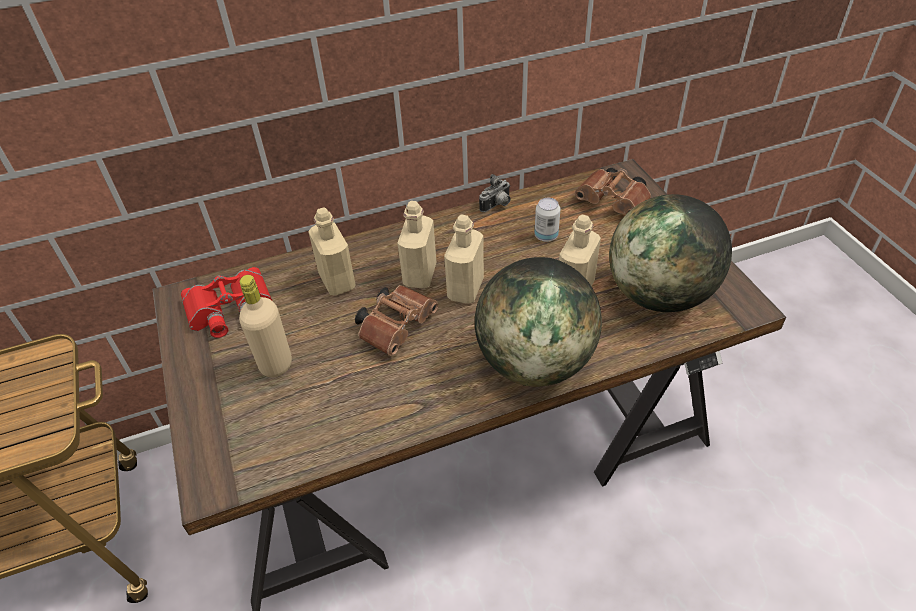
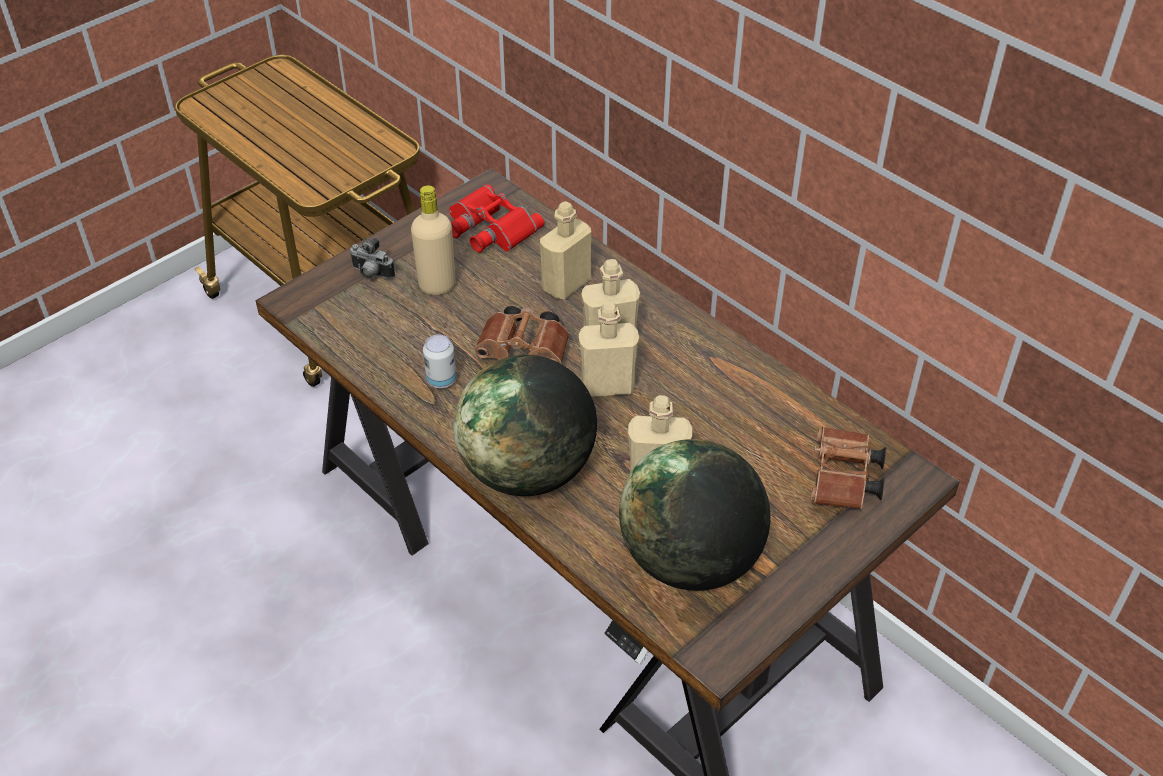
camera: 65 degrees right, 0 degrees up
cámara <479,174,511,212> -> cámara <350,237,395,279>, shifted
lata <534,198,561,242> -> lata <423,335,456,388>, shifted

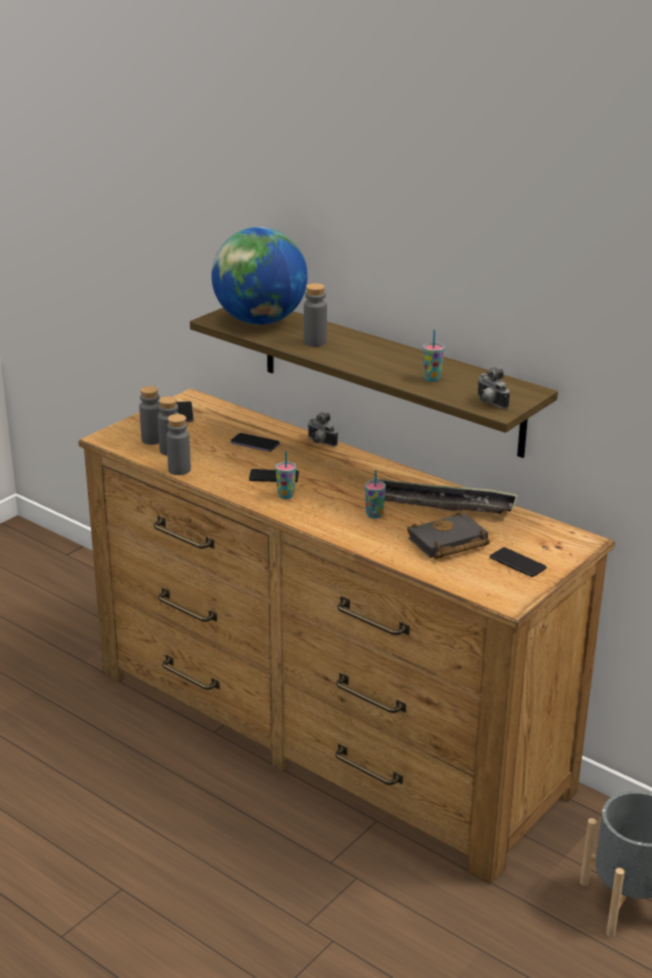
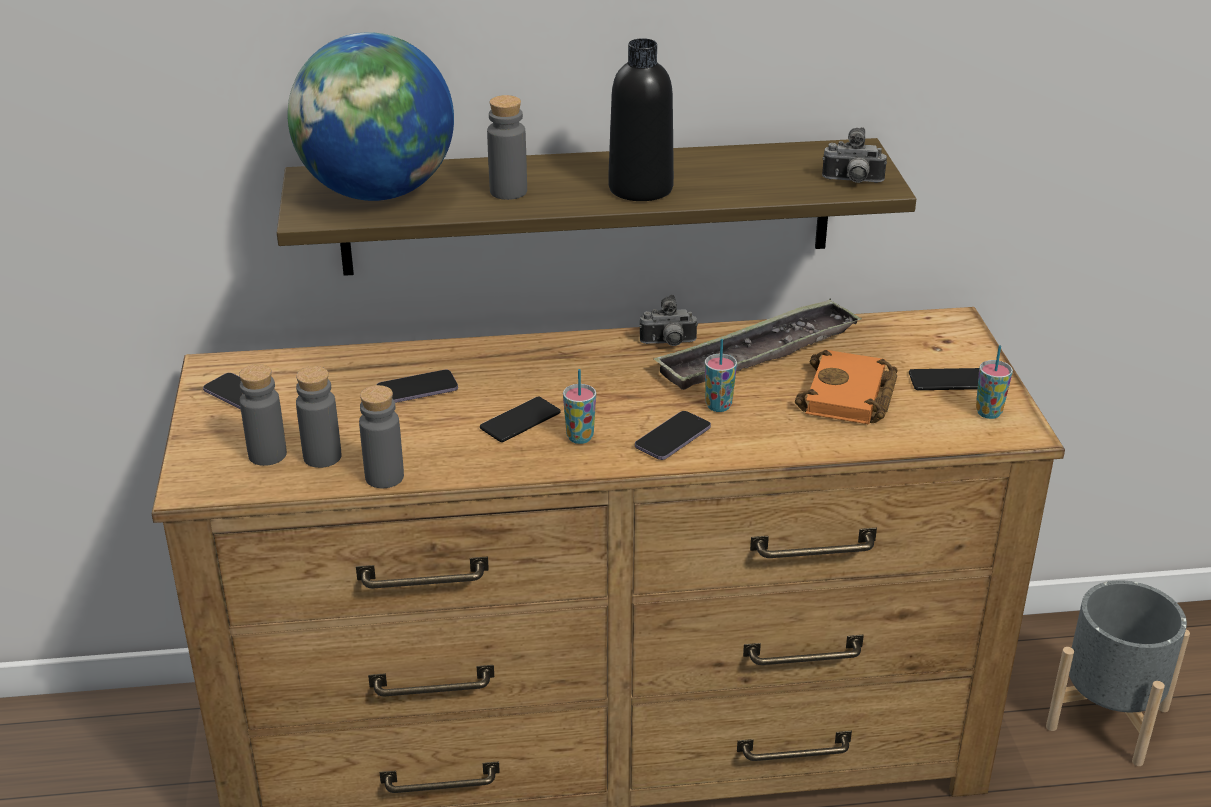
camera: 45 degrees left, 5 degrees up
cámara <307,412,338,447> -> cámara <639,295,698,346>, shifted
libro (negro) <407,512,490,559> -> libro (naranja) <795,350,898,424>
taza <423,330,444,382> -> taza <976,345,1013,419>, shifted
none -> botella (negro) <608,38,674,201>
none -> móvil <635,411,711,460>

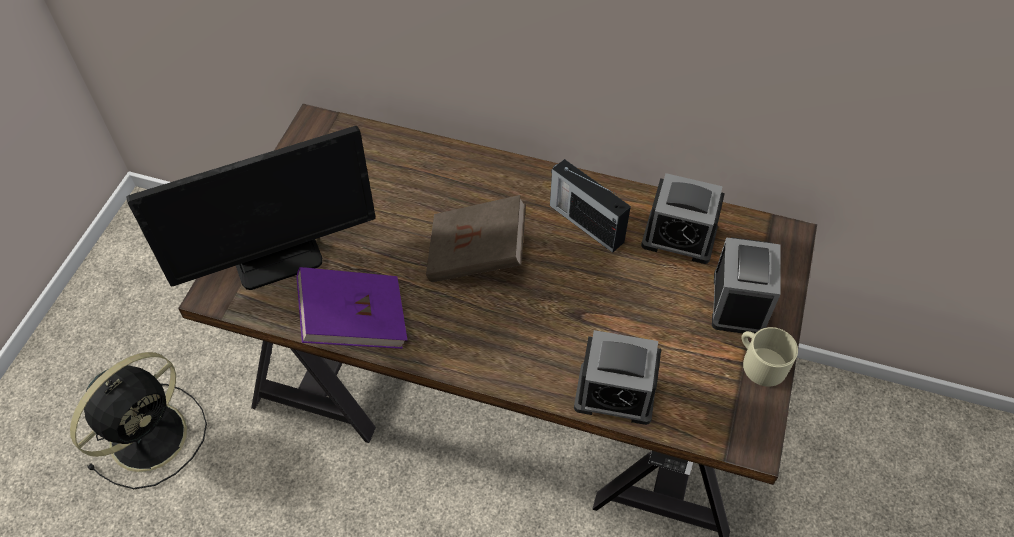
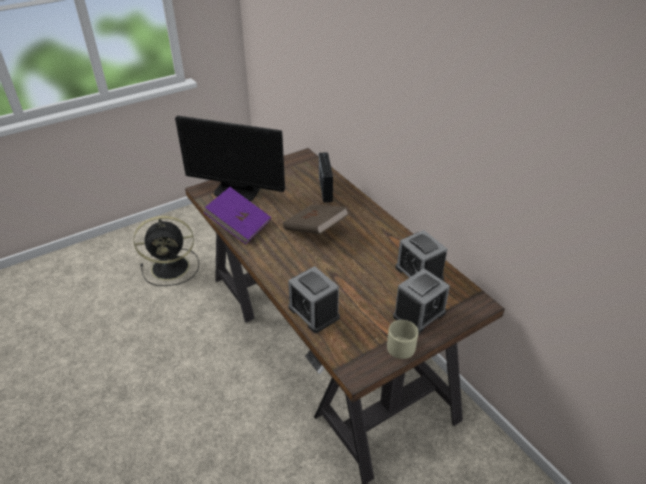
camera: 40 degrees right, 15 degrees down
radio <550,159,631,253> -> radio <319,152,333,203>, shifted

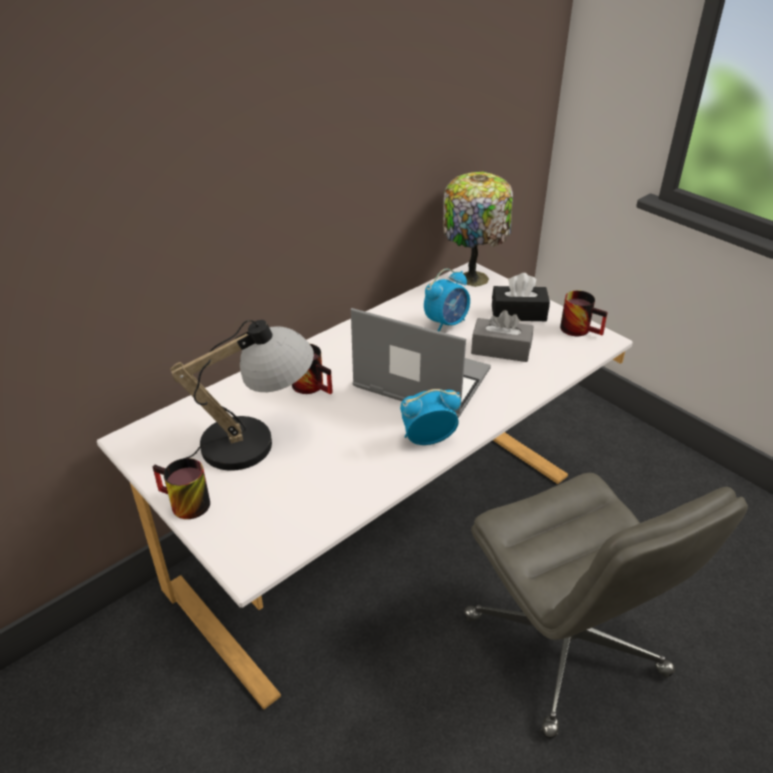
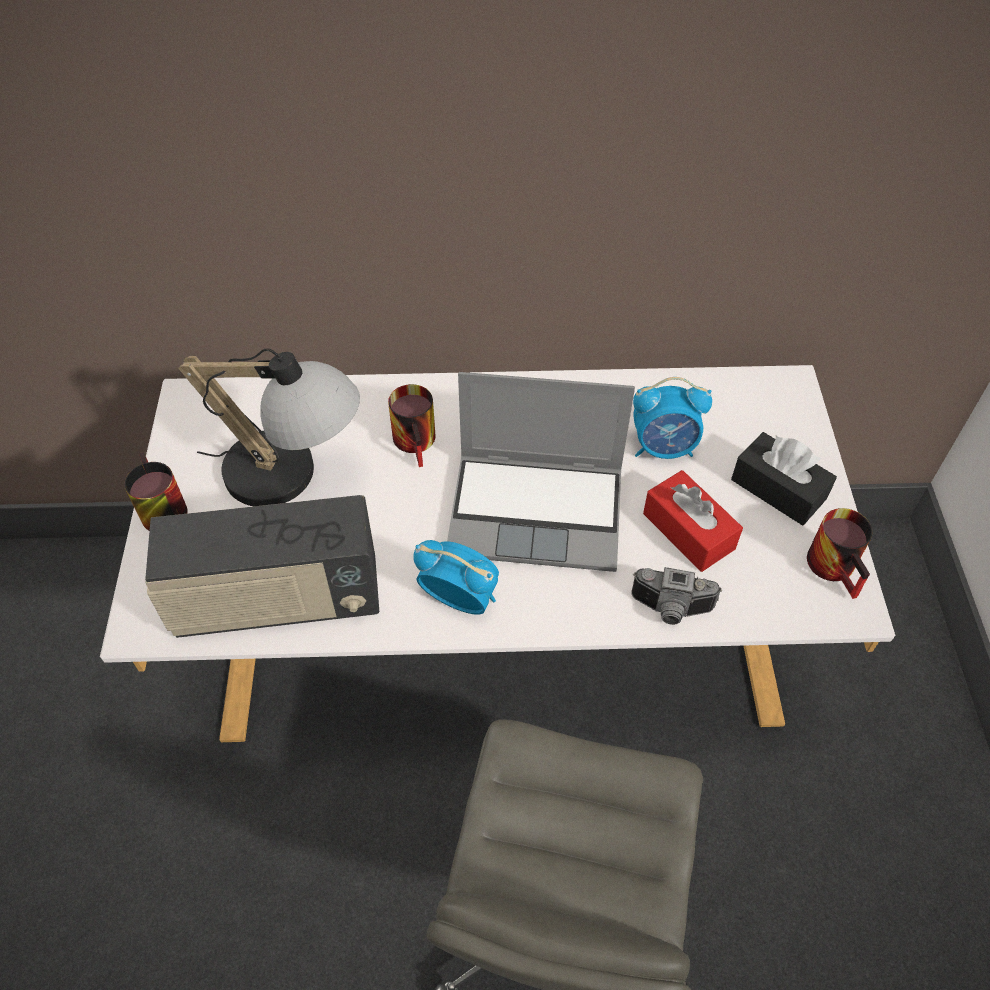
camera: 40 degrees right, 15 degrees up
portátil <351,308,491,418> -> portátil <447,372,635,572>, 120 degrees clockwise
lámpara de mesa <443,172,513,287> -> none
caja de pañuelos (gris) <471,310,533,362> -> caja de pañuelos (rojo) <643,470,743,572>
none -> radio <145,495,379,638>
none -> cámara <631,567,722,625>

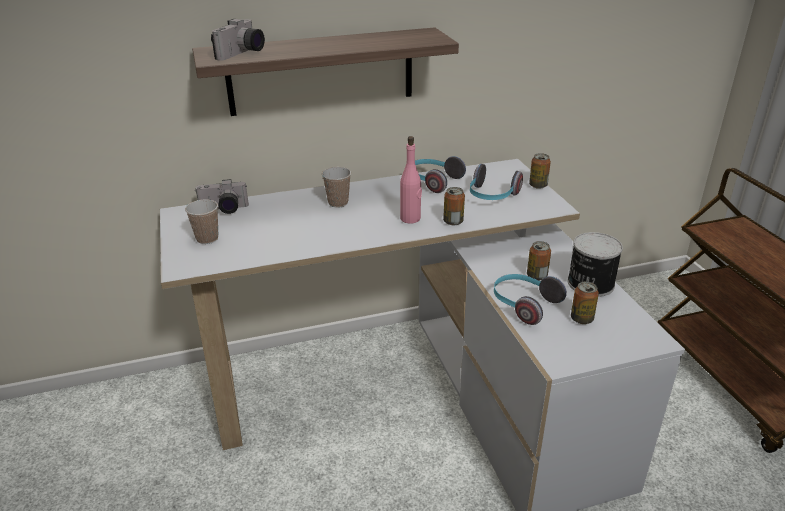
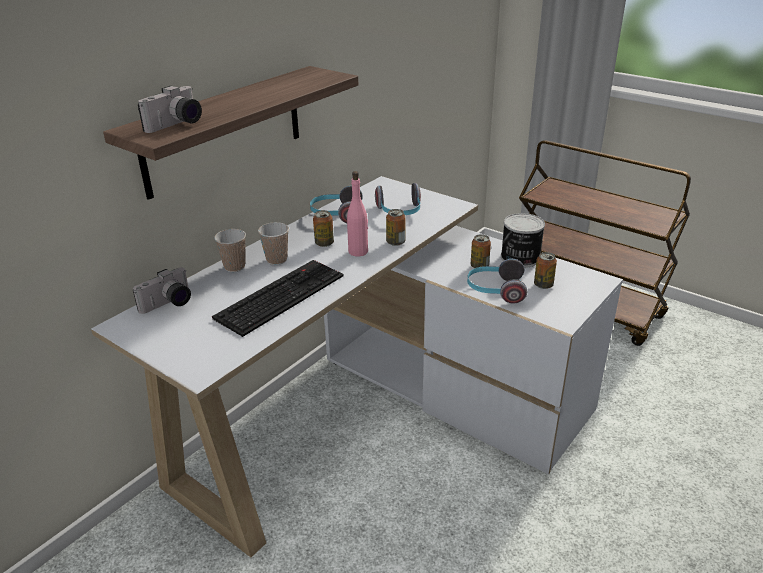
camera: 35 degrees left, 0 degrees up
taza <185,199,218,244> -> taza <214,229,246,272>, shifted
cámara <211,19,265,61> -> cámara <138,86,202,133>, 45 degrees clockwise
lata <529,153,551,189> -> lata <313,210,334,247>, shifted
none -> teclado <212,260,343,337>

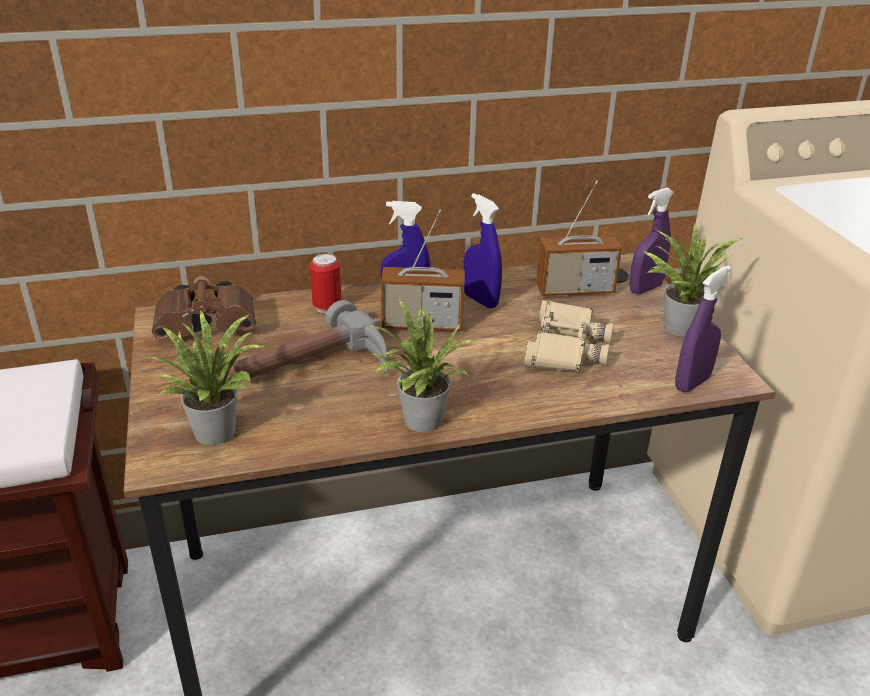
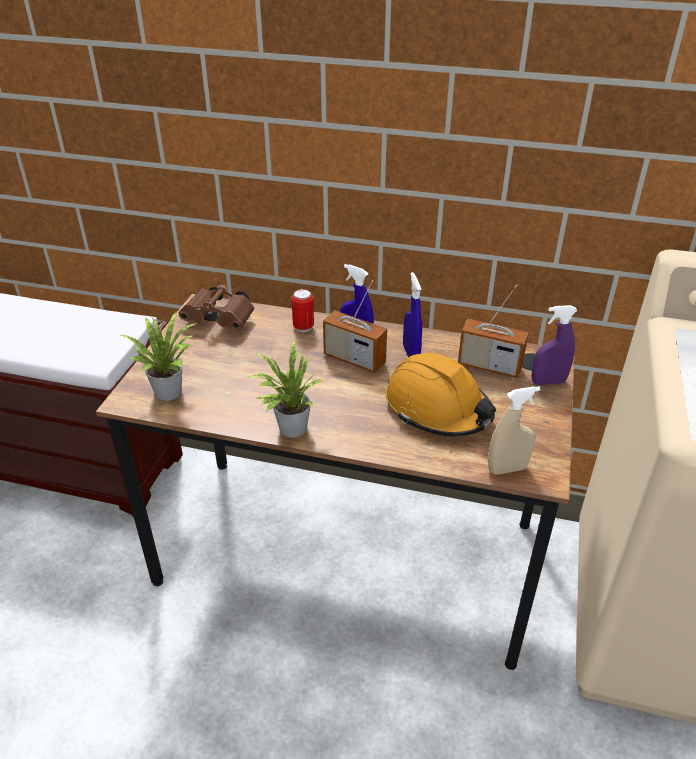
camera: 30 degrees right, 5 degrees up
martillo <233,300,388,381> -> none
prismáticos (beis) <524,300,614,372> -> casco (naranja) <386,353,496,436>
planta en maceta <644,224,744,336> -> none
pulverizador (morado) <675,265,731,392> -> pulverizador (beis) <488,386,541,475>

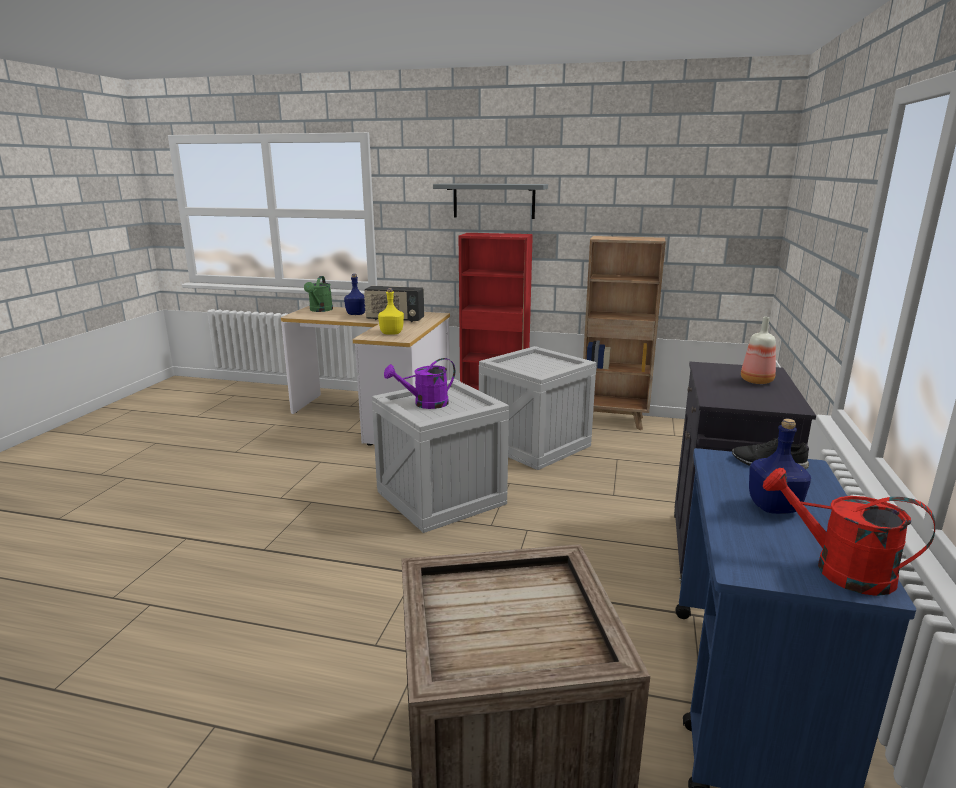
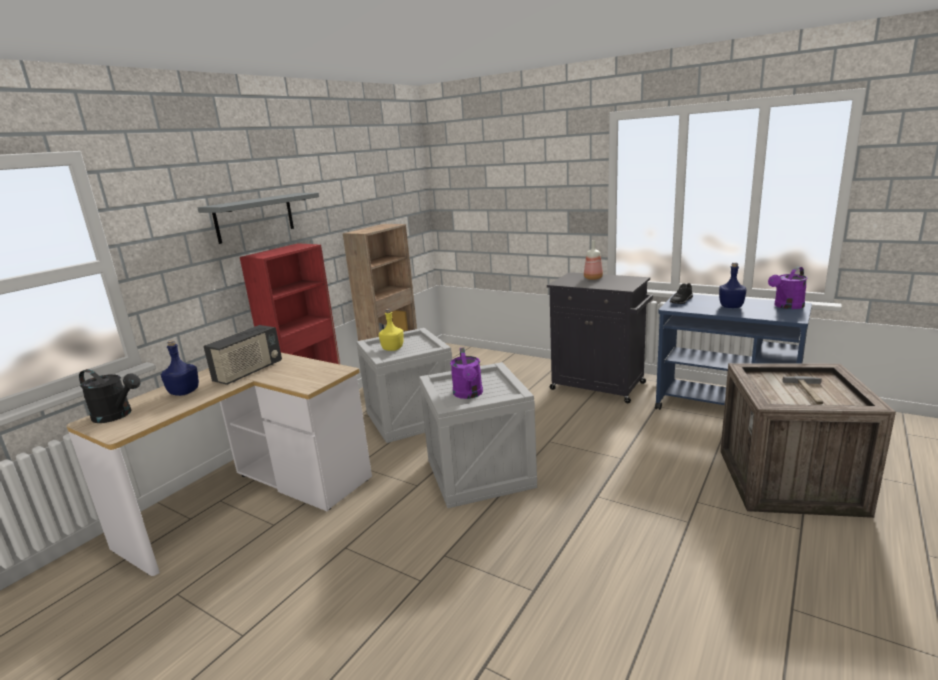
camera: 70 degrees left, 0 degrees up
regadera (verde) <304,276,333,312> -> regadera (negro) <79,369,141,423>
botella (amarillo) <378,288,404,335> -> botella (amarillo) <379,309,403,351>, shifted
regadera (rojo) <763,468,935,596> -> regadera (morado) <768,267,808,309>
none -> martillo <783,376,823,404>

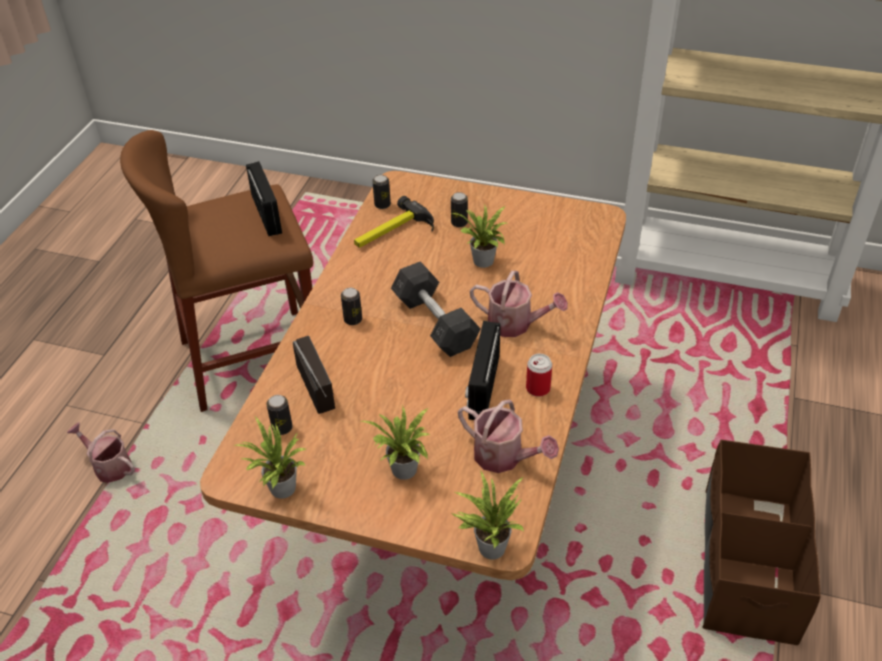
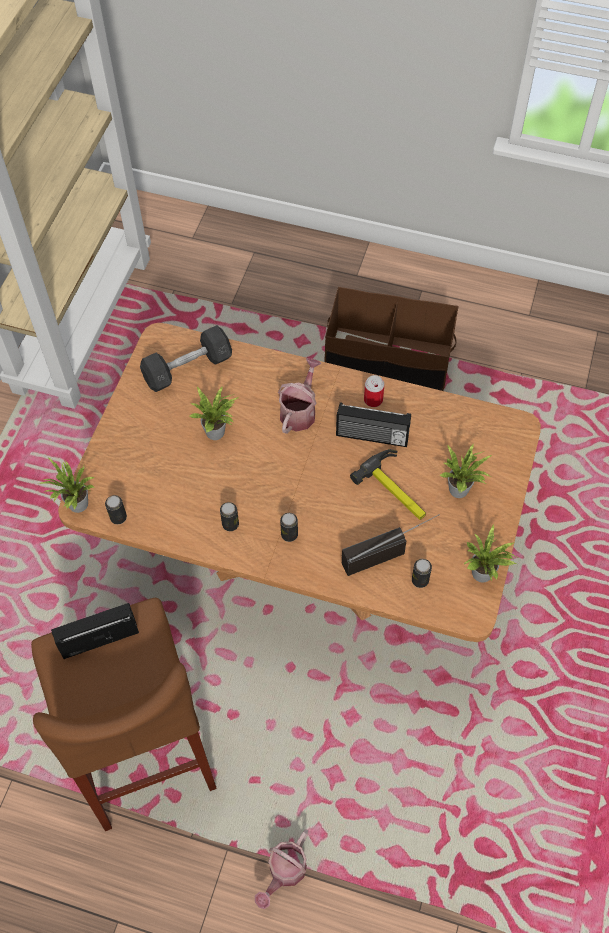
camera: 90 degrees left, 15 degrees up
martillo <354,196,434,248> -> martillo <350,449,426,520>, shifted
mancuerna (gris) <391,262,481,357> -> mancuerna (gris) <140,325,232,392>, shifted
planta en maceta <450,472,524,560> -> planta en maceta <39,458,95,513>, shifted
lata <451,192,468,227> -> lata <220,502,239,531>, shifted
regadera <458,399,559,473> -> none

